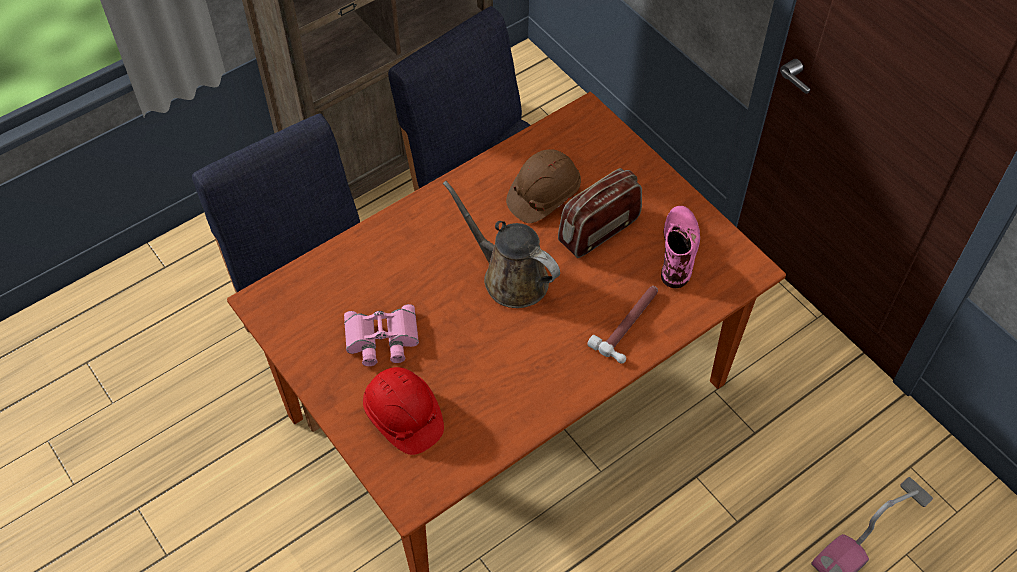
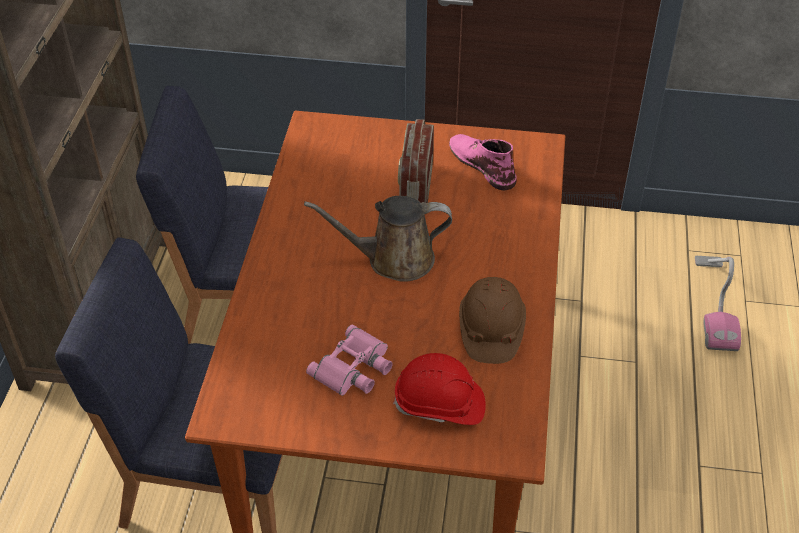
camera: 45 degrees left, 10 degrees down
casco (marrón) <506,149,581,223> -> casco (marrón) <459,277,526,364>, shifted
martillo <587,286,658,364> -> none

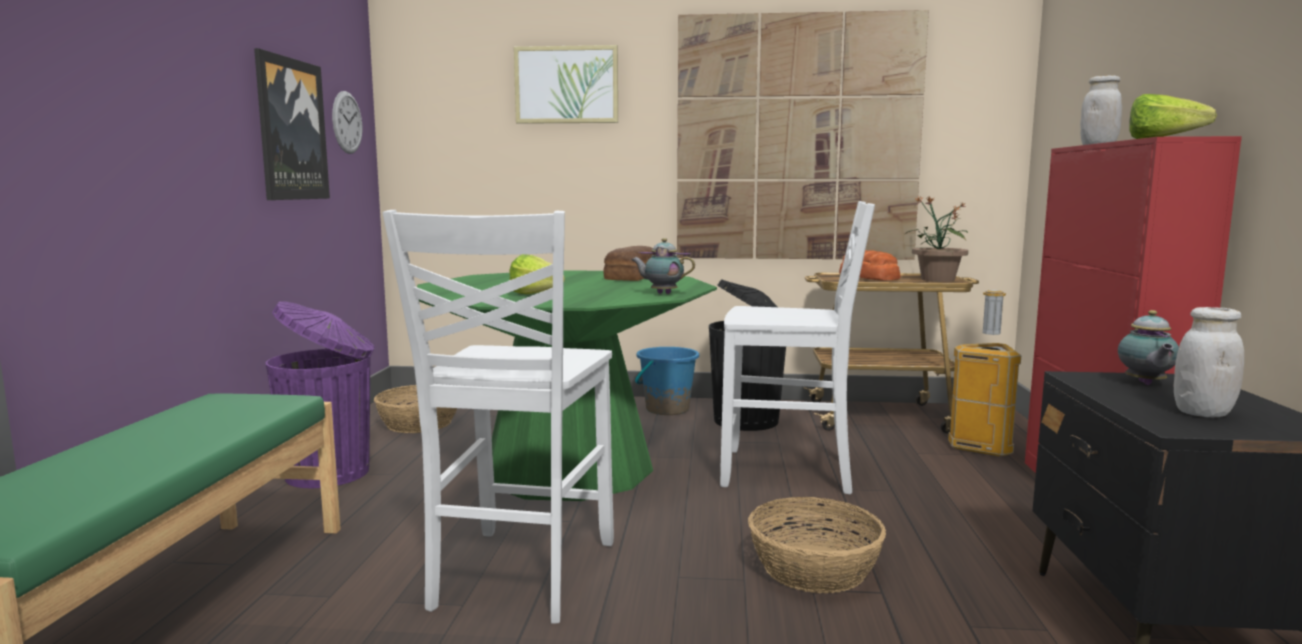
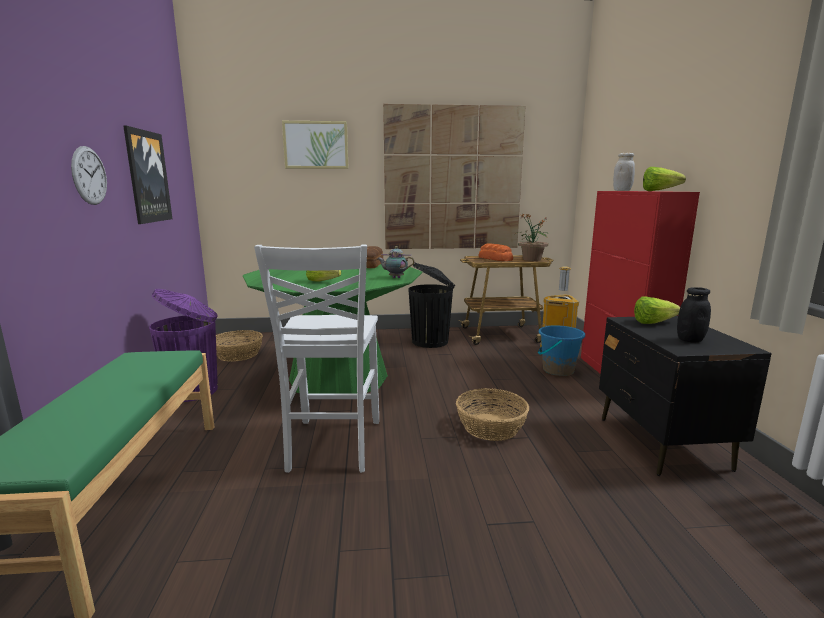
camera: 10 degrees left, 5 degrees up
reloj de pared <332,91,362,154> -> reloj de pared <71,146,107,205>, shifted
cubo (azul) <635,347,699,415> -> cubo (azul) <538,326,585,376>, shifted
silla (blanco) <720,201,875,494> -> none
tetera <1118,310,1179,385> -> lechuga <634,296,680,324>
tarro (blanco) <1174,307,1244,417> -> tarro (negro) <677,287,711,343>

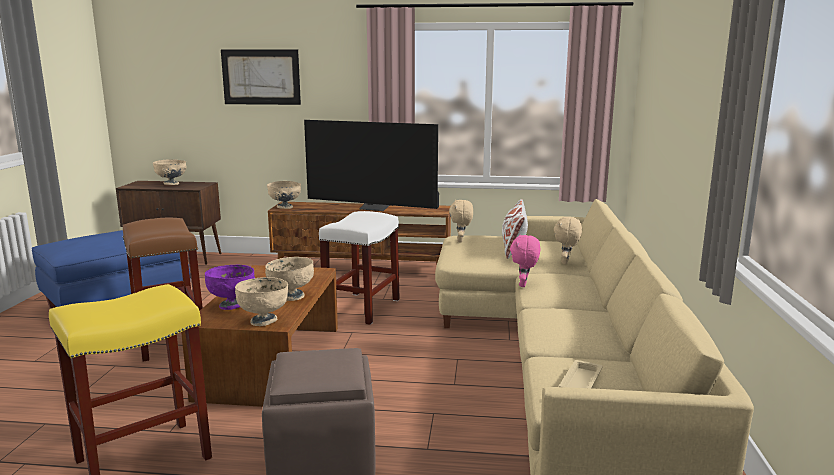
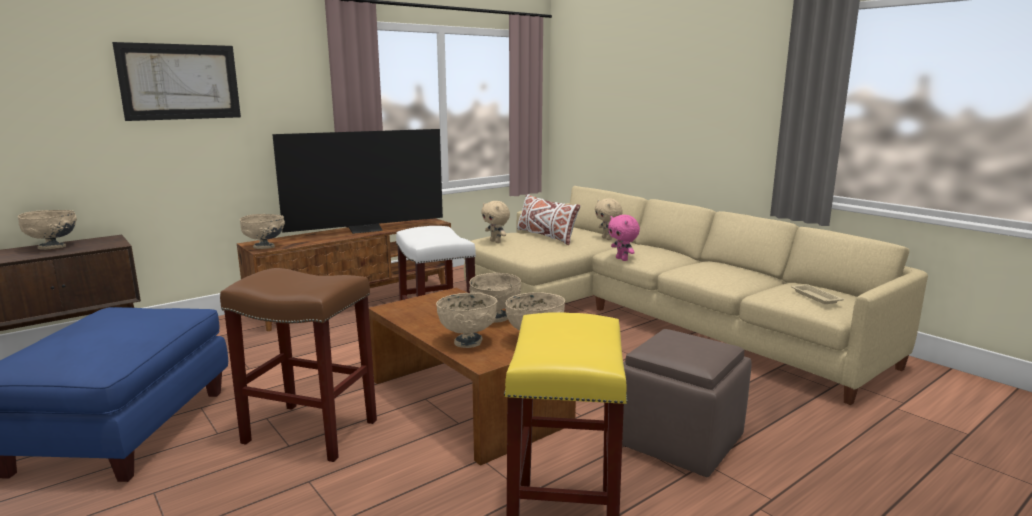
camera: 45 degrees left, 0 degrees up
cuenco (morado) <205,265,255,310> -> cuenco (beis) <436,293,497,348>

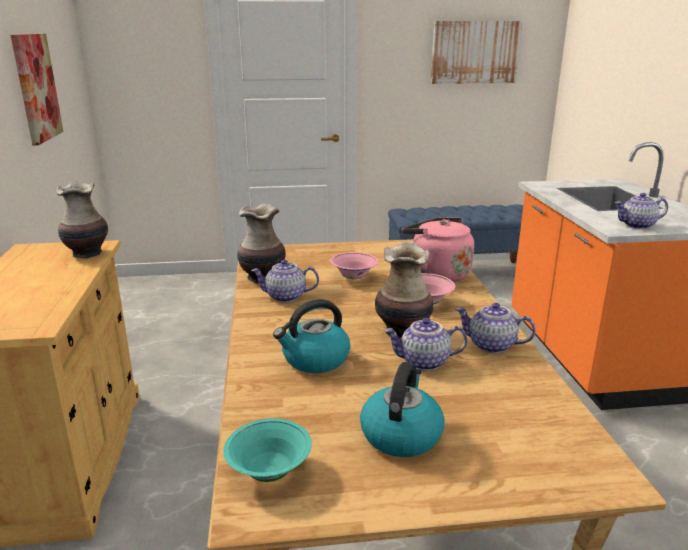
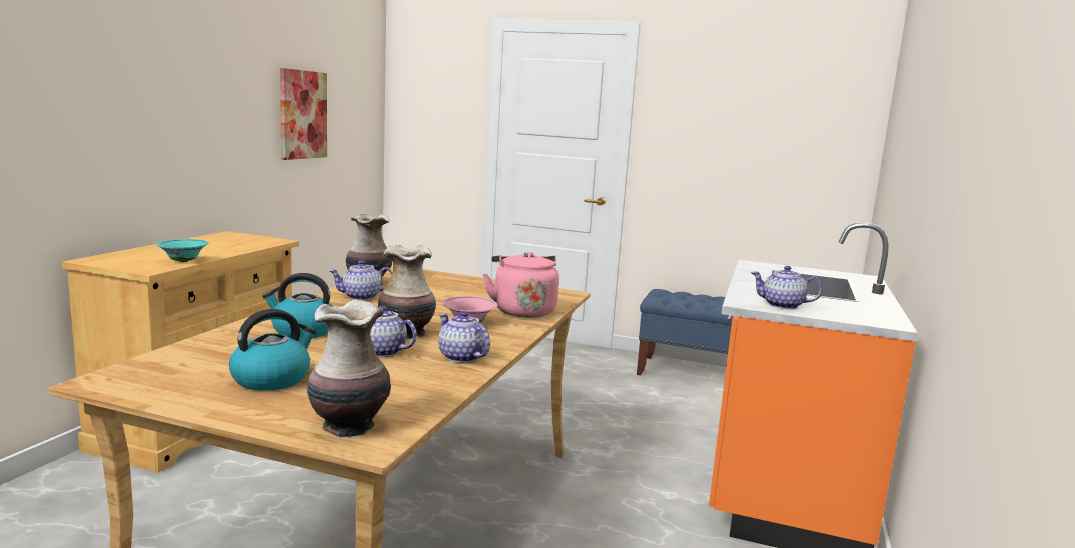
camera: 25 degrees right, 10 degrees down
florero <56,181,108,258> -> florero <307,300,391,438>, shifted
cuenco (turquesa) <223,418,312,482> -> cuenco (turquesa) <156,239,209,262>, shifted
tetera <251,260,319,302> -> tetera <329,260,392,300>, 45 degrees counterclockwise
cuenco (rosa) <330,252,379,279> -> none
cuadro <431,21,522,84> -> none

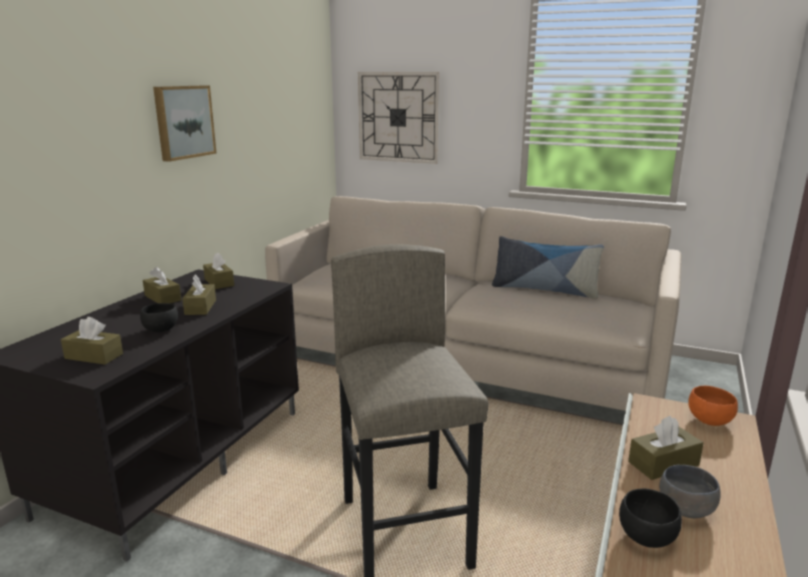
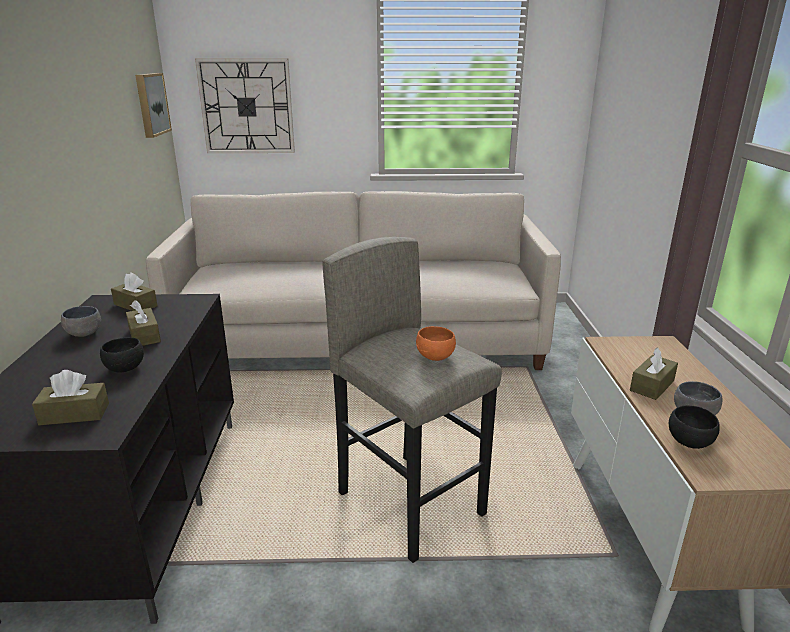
camera: 25 degrees left, 5 degrees up
caja de pañuelos (marrón) <143,267,181,303> -> cuenco (gris) <61,306,101,337>
cuadro <153,85,217,162> -> cuadro <135,73,172,138>, shifted
cojín <492,236,604,299> -> none
cuenco (naranja) <688,386,738,426> -> cuenco (naranja) <416,326,456,361>, shifted

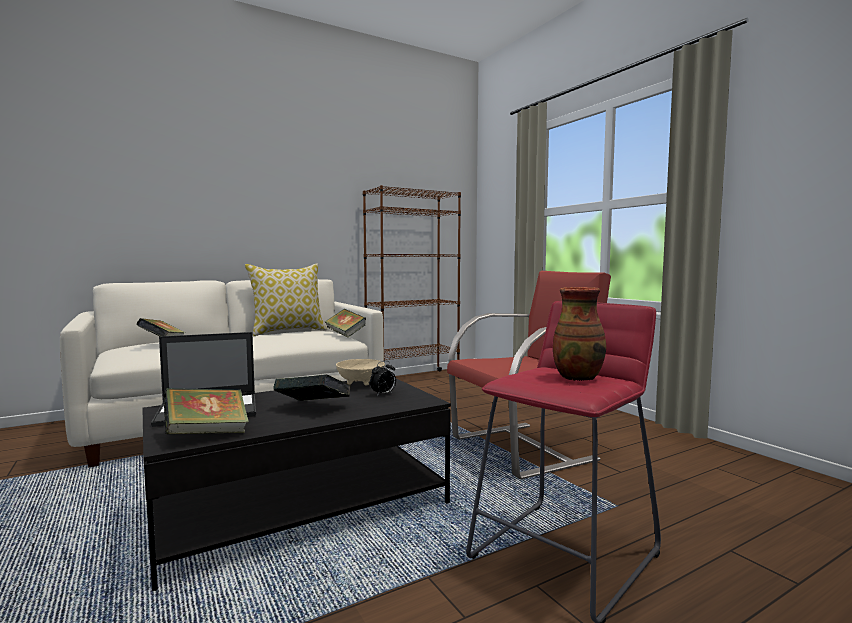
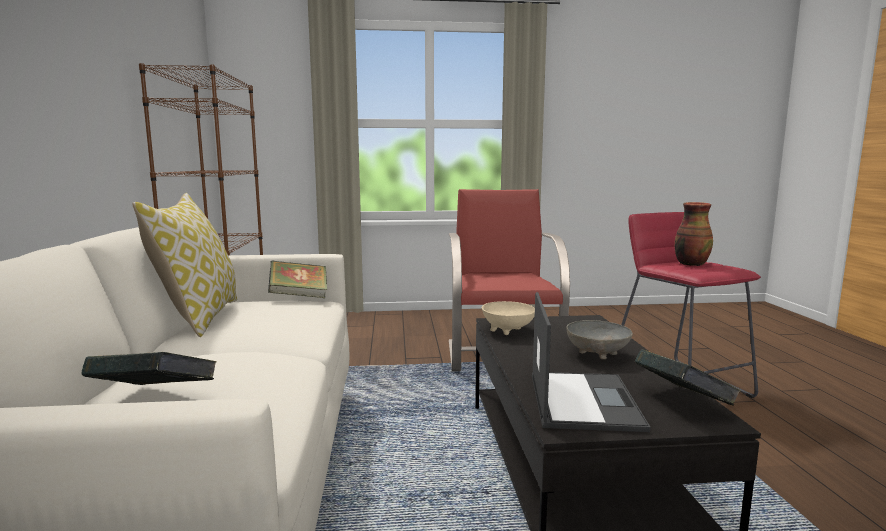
camera: 65 degrees left, 5 degrees up
libro <273,374,351,401> -> cuenco (gris) <567,320,633,360>
despertador <370,361,396,396> -> none

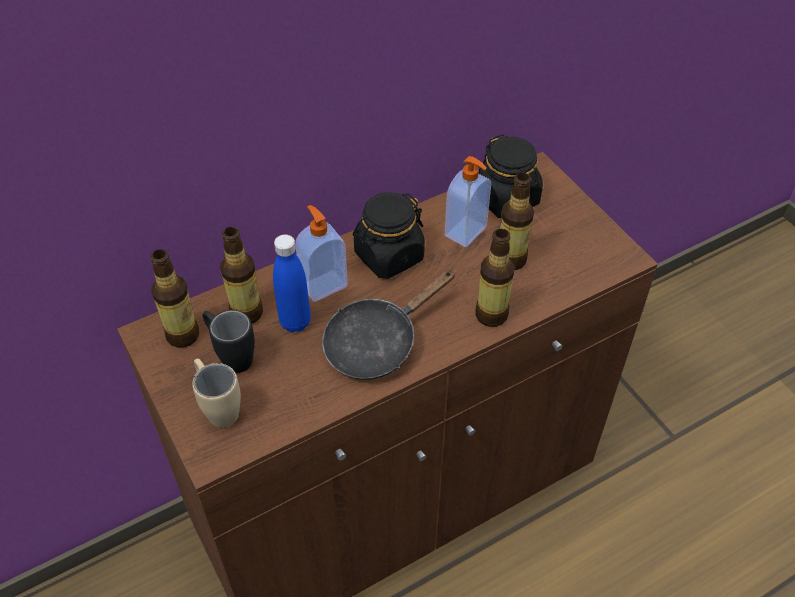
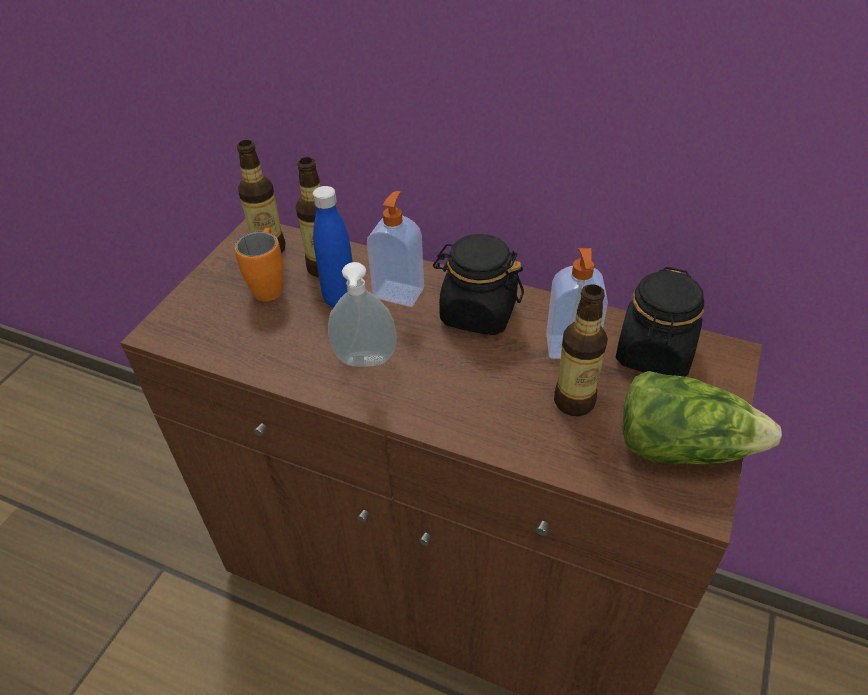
camera: 55 degrees right, 5 degrees down
taza grande (beis) <192,358,241,428> -> none
taza grande (negro) <203,310,255,373> -> taza grande (naranja) <235,228,283,301>
sartén (negro) <322,269,456,380> -> dispensador de jabón <328,262,397,367>
botella <475,229,515,327> -> none
none -> lechuga <622,371,782,464>

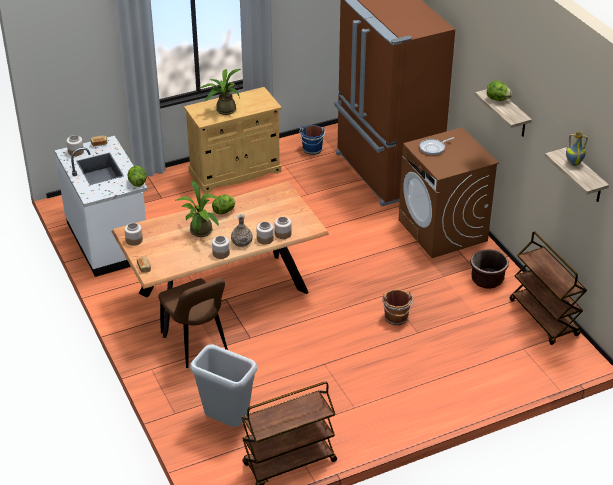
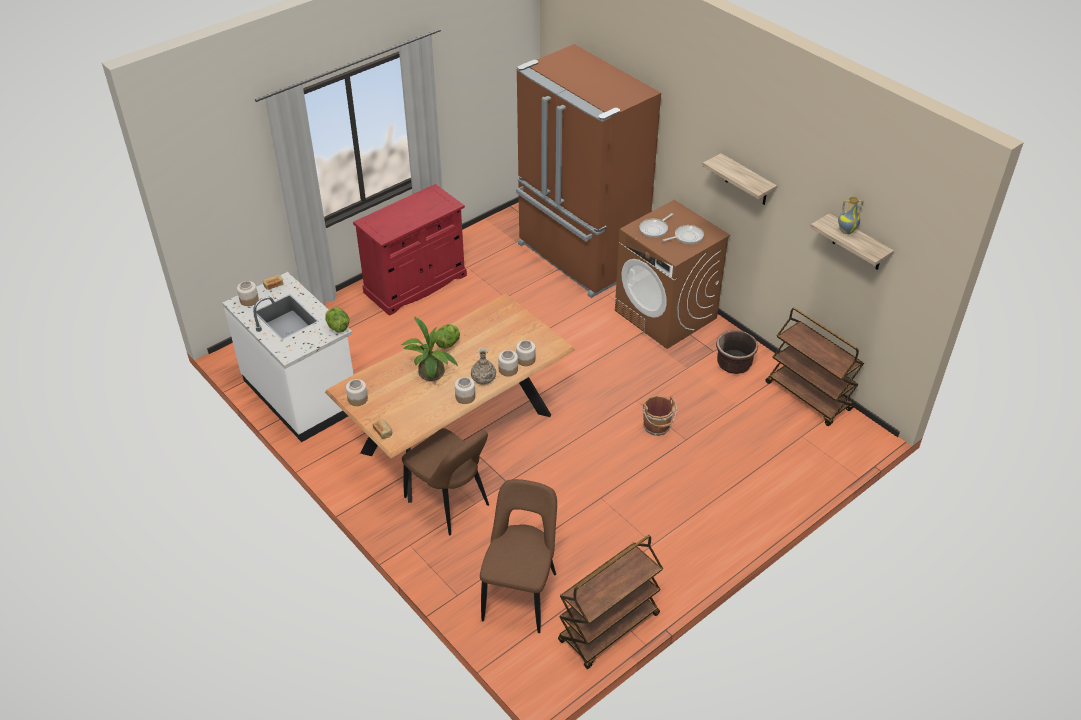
camera: 15 degrees left, 5 degrees up
armario (beis) <184,87,282,193> -> armario (rojo) <353,184,467,316>
papelera (gris) <190,345,257,427> -> silla (marrón) <480,479,557,633>
planta en maceta <200,69,243,115> -> none
cubo (azul) <299,125,326,155> -> none
lechuga <487,81,512,101> -> none
none -> sartén <663,225,704,244>

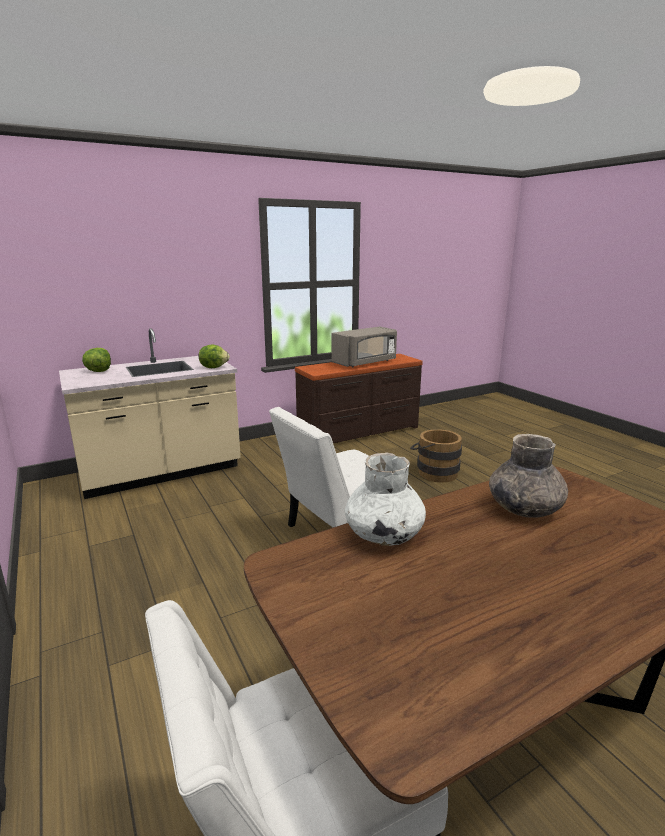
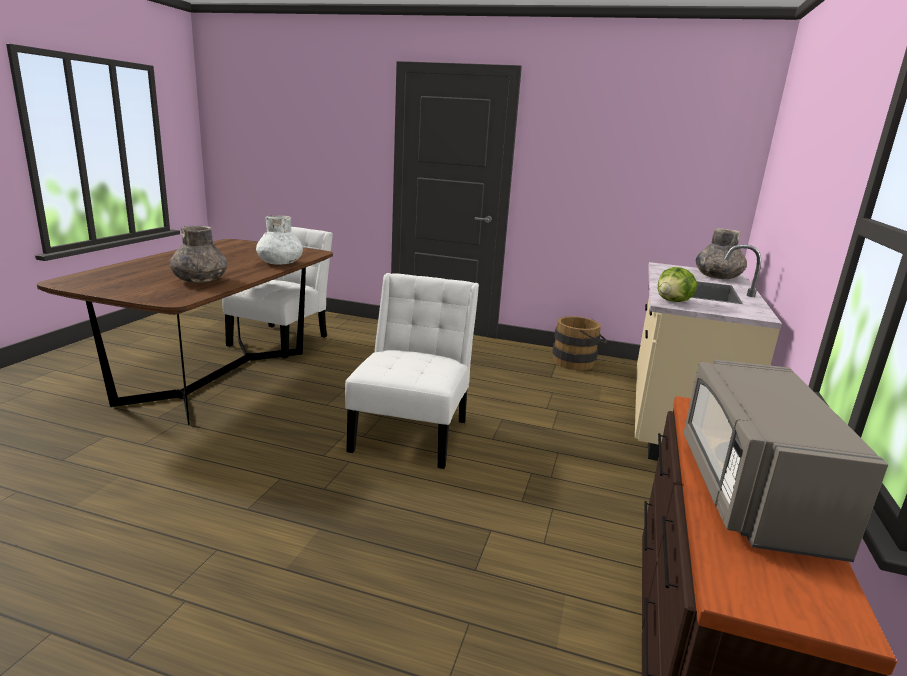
camera: 135 degrees right, 0 degrees up
lechuga <82,348,111,372> -> florero (gris) <696,228,747,279>
cubo (marrón) <410,429,462,482> -> cubo (marrón) <552,316,607,370>, shifted

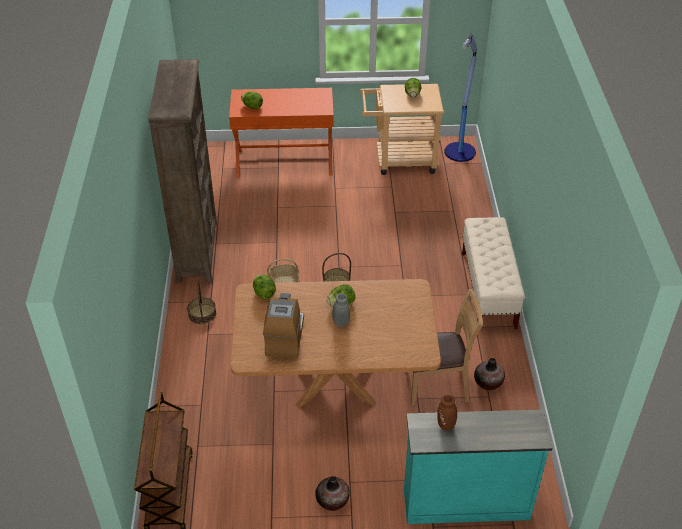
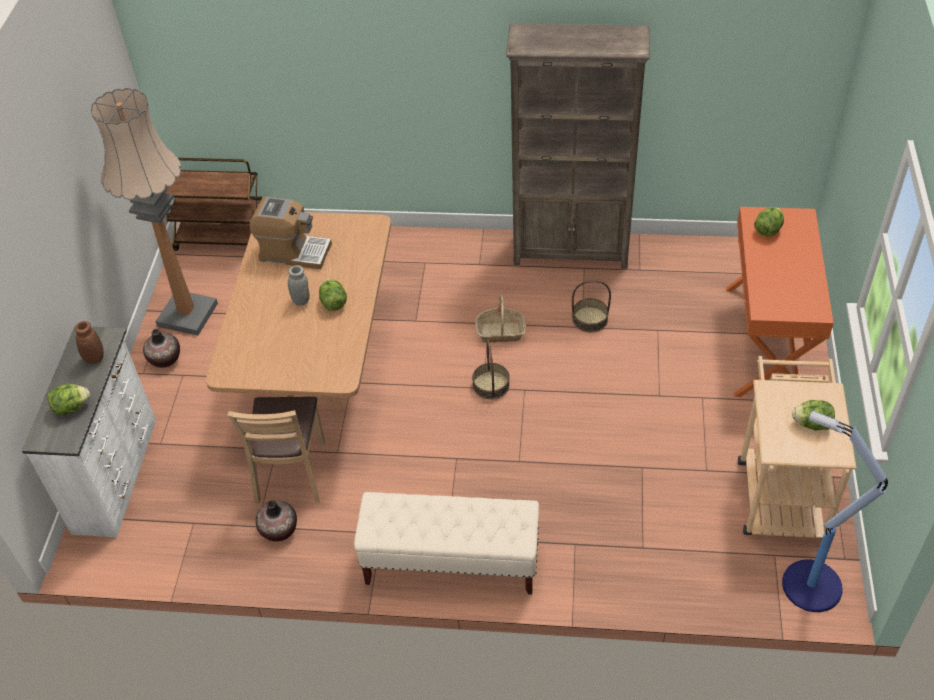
camera: 100 degrees right, 5 degrees up
cesta <187,279,216,324> -> cesta <572,280,611,332>, shifted
lechuga <253,275,276,299> -> lechuga <48,384,90,415>, shifted
cómoda (turquesa) <404,409,552,524> -> cómoda (blanco) <22,326,156,537>
none -> lámpara de pie <91,88,218,335>

